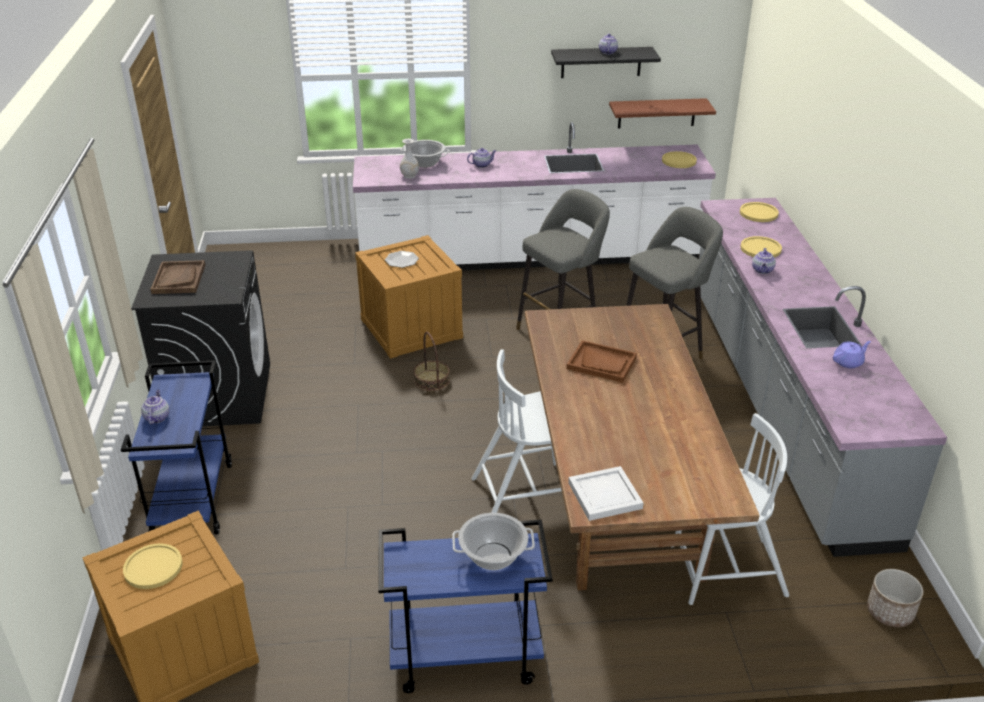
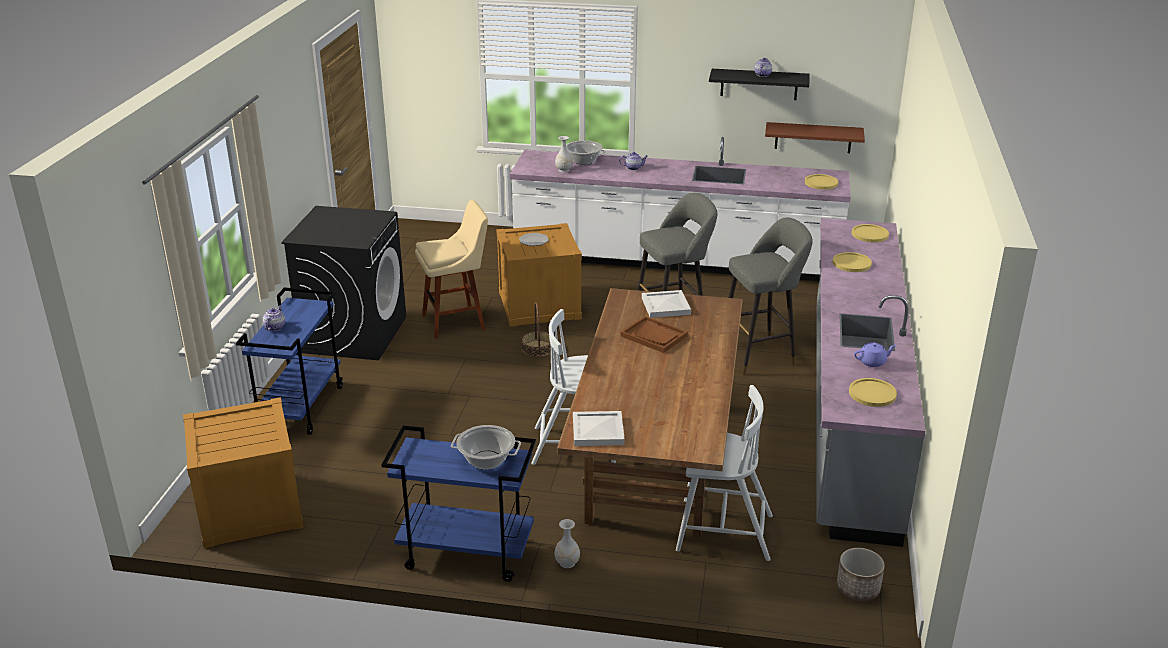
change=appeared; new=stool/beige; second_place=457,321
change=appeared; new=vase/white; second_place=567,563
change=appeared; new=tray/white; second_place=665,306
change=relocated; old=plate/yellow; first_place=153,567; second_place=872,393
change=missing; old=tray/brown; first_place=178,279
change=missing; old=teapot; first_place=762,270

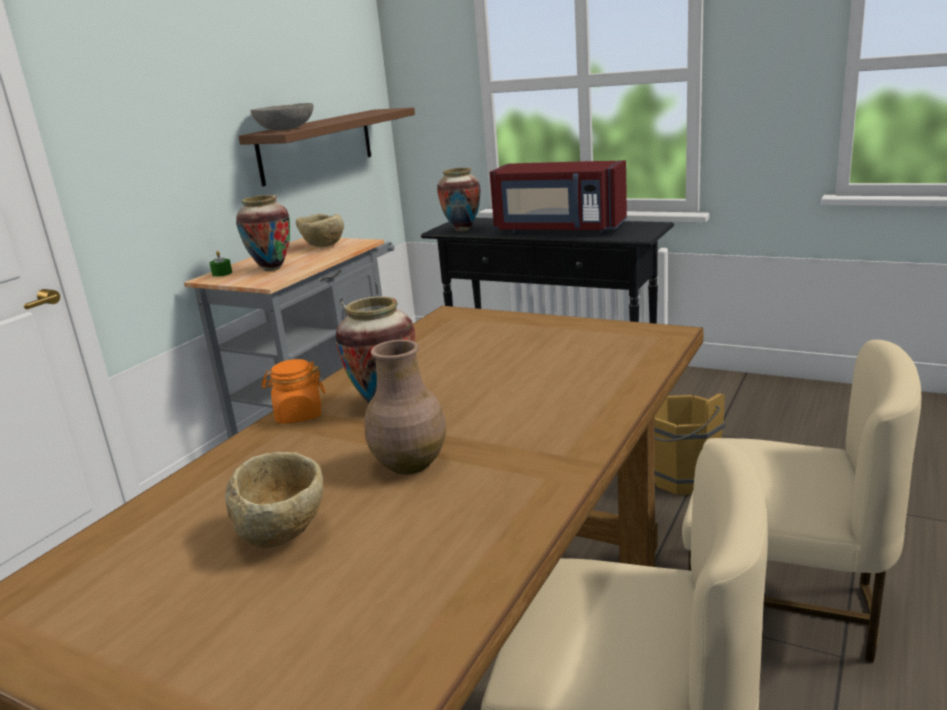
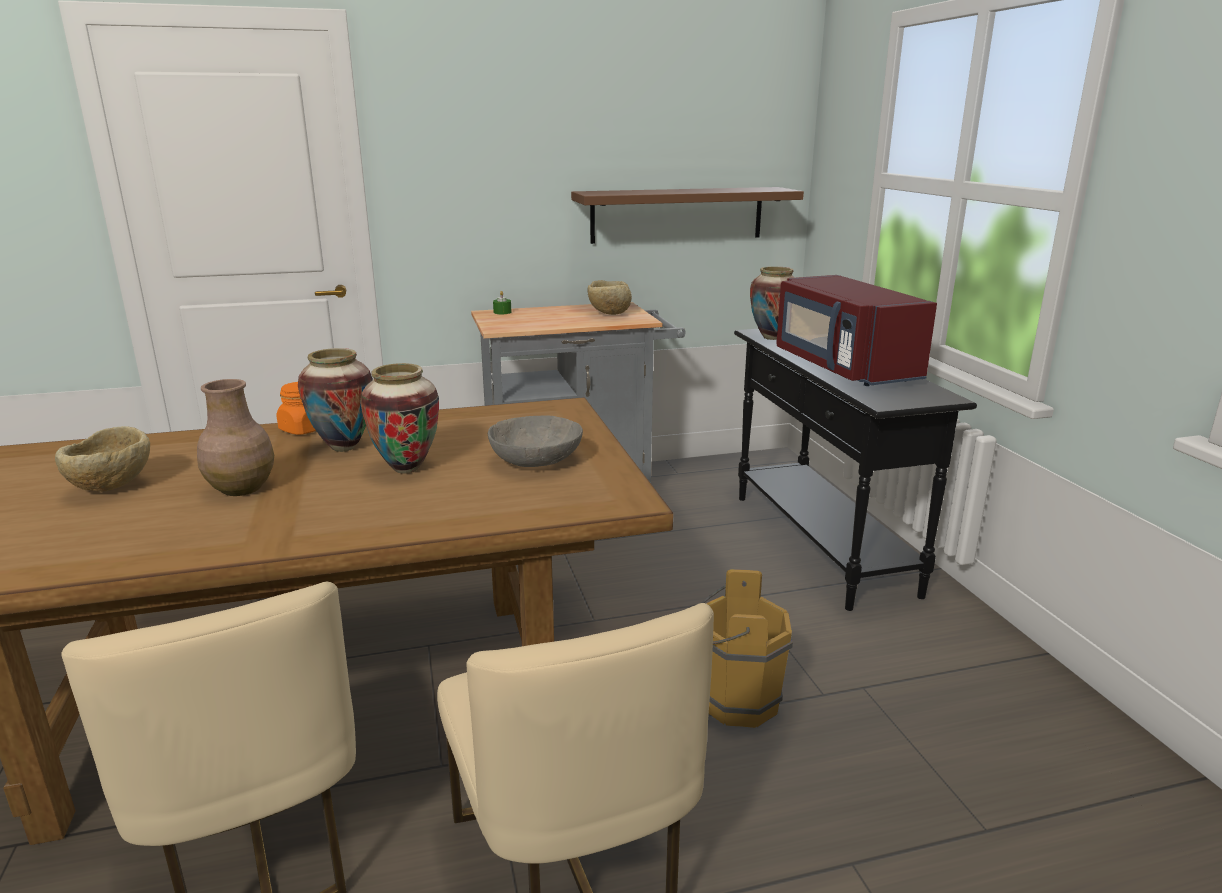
change=relocated; old=vase; first_place=272,269; second_place=406,468
change=relocated; old=bowl/grey; first_place=286,129; second_place=536,461

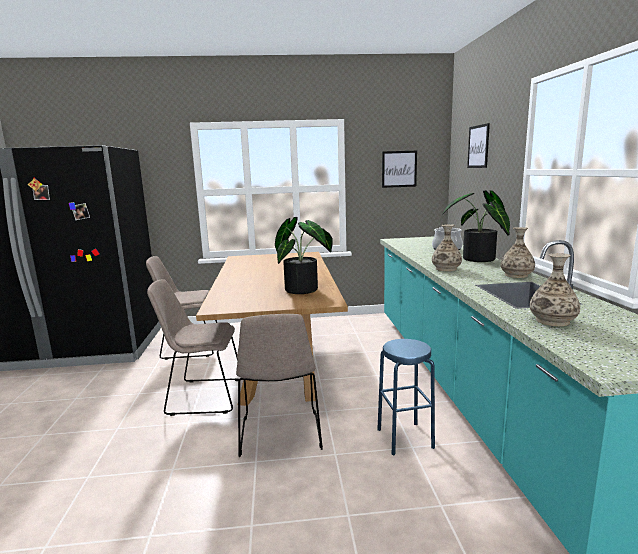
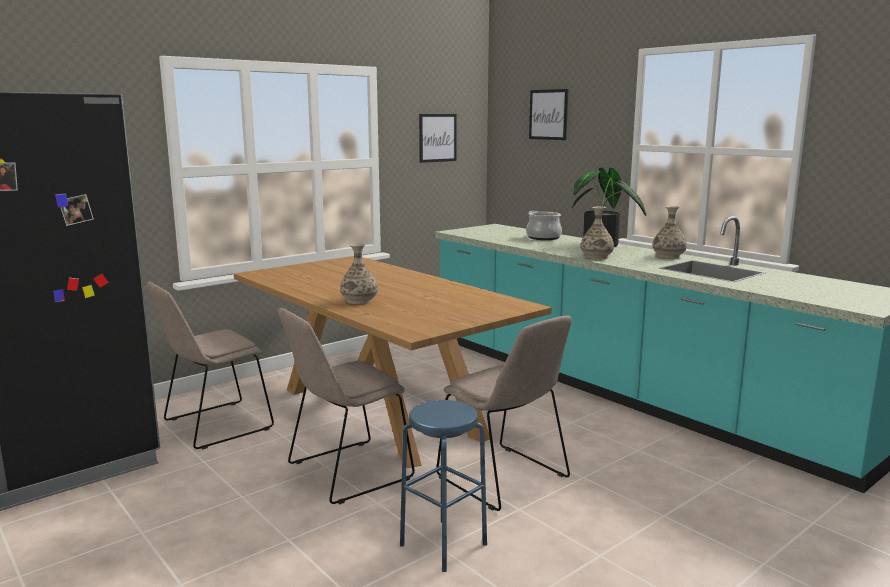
change=relocated; old=vase; first_place=552,320; second_place=359,300
change=relocated; old=stool/blue; first_place=405,438; second_place=443,544
change=missing; old=potted plant; first_place=305,289

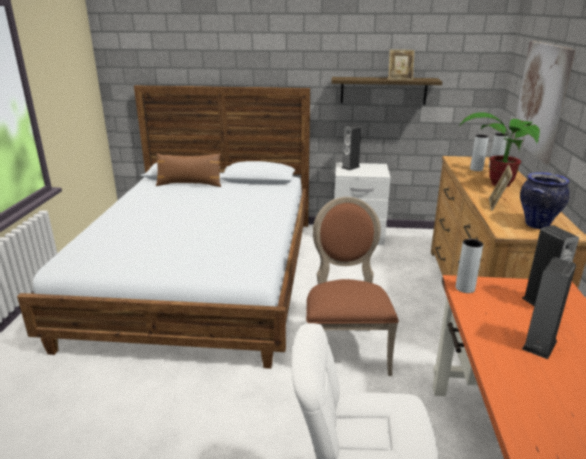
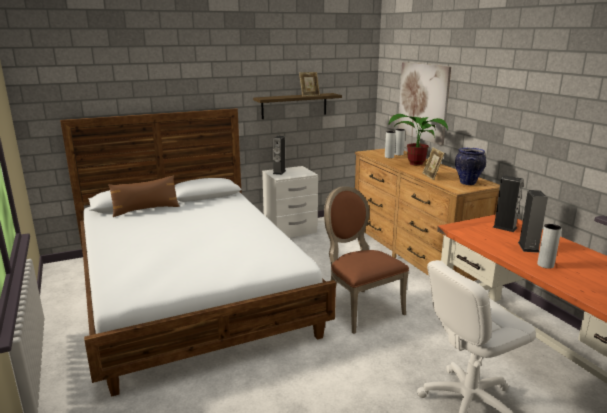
change=relocated; old=vase/grey; first_place=465,288; second_place=545,265

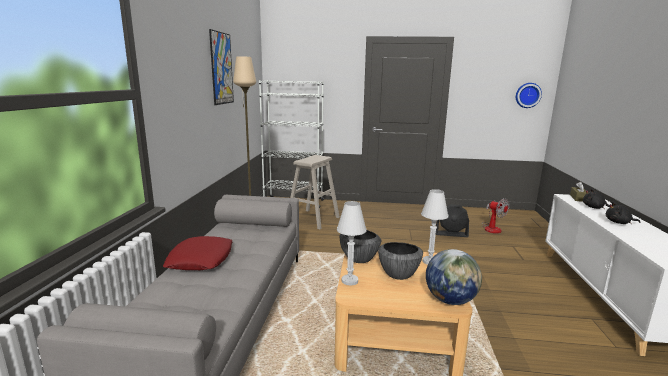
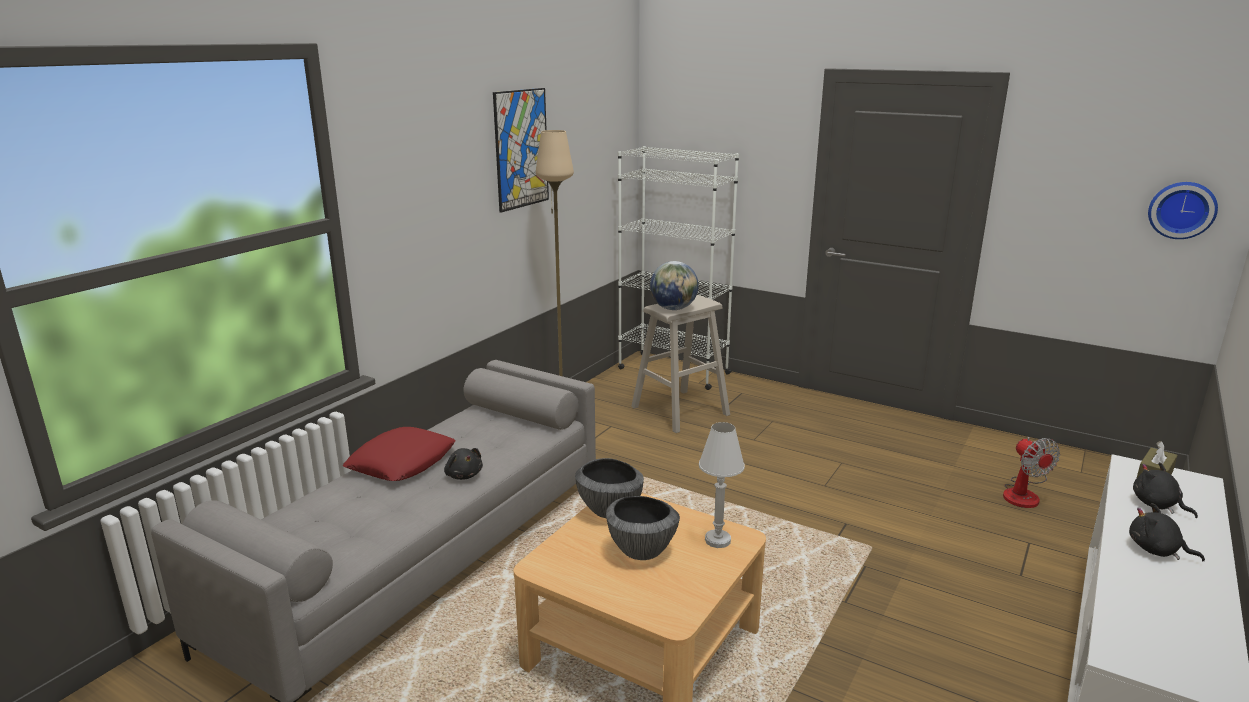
change=appeared; new=plush toy/black; second_place=463,475
change=relocated; old=globe; first_place=450,300; second_place=673,309
change=missing; old=table lamp/white; first_place=349,281
change=missing; old=fan/black; first_place=451,234

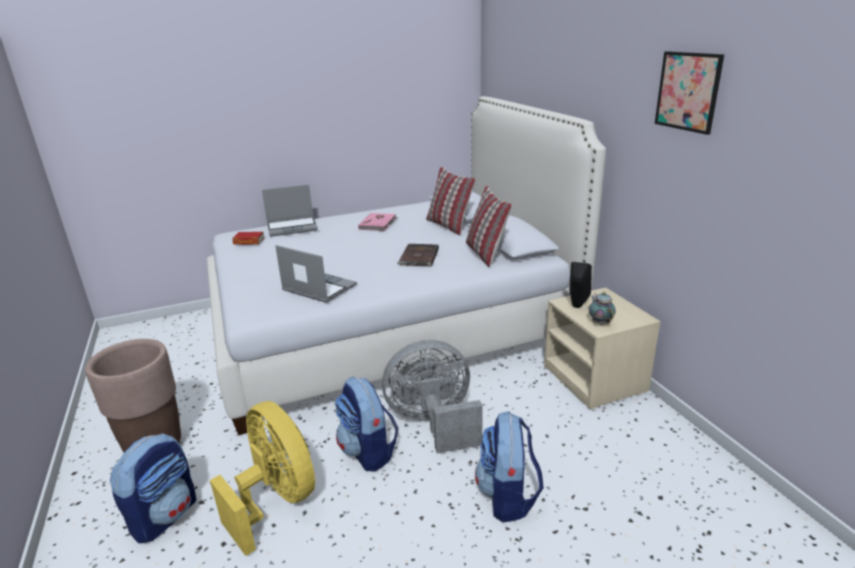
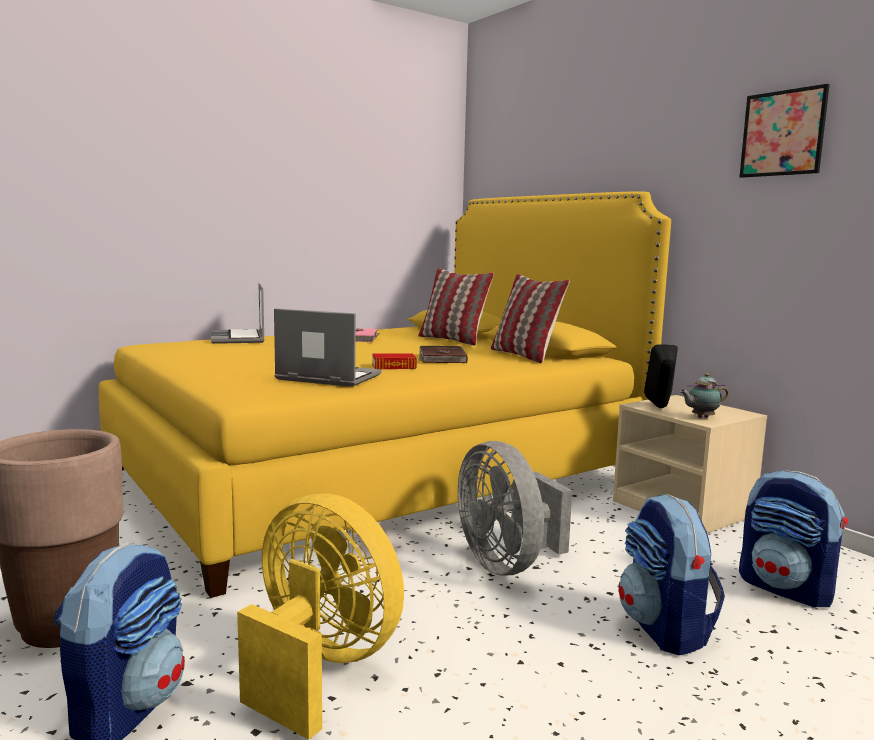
change=colour; old=bed/white; new=bed/yellow; first_place=389,326; second_place=378,475
change=spun; old=laptop; first_place=293,227; second_place=239,338; degrees=105
change=relocated; old=book; first_place=249,241; second_place=394,366
change=spun; old=fan/grey; first_place=433,423; second_place=507,564; degrees=-90
change=spun; old=teapot; first_place=600,323; second_place=701,417; degrees=-75
change=relocated; old=backpack; first_place=368,452; second_place=787,589

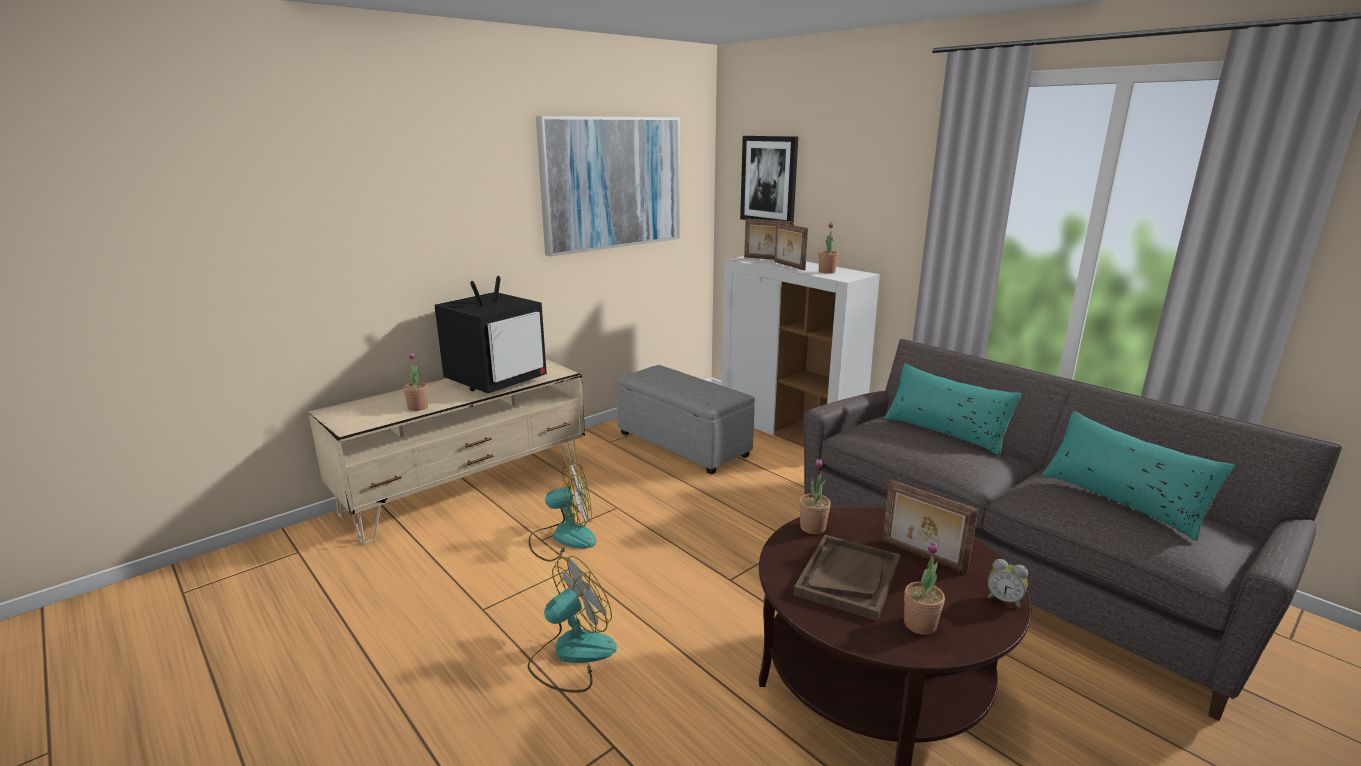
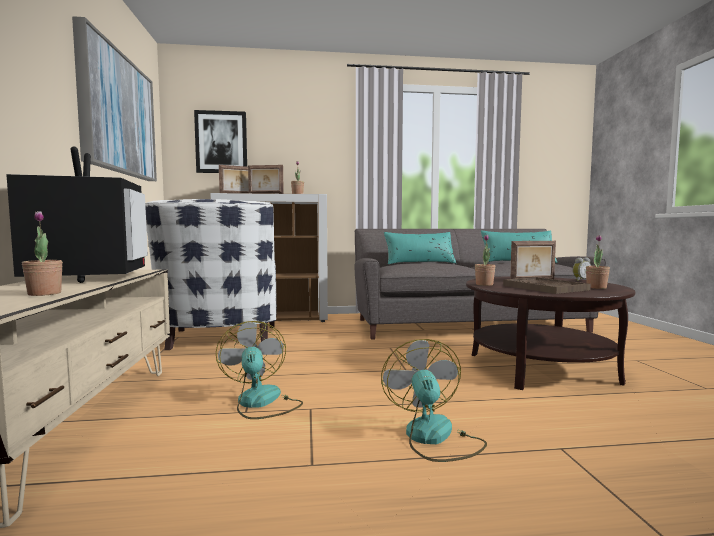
change=exchanged; old=ottoman/grey; new=armchair/white; first_place=682,444; second_place=220,340
change=spun; old=fan; first_place=563,538; second_place=261,403; degrees=-45

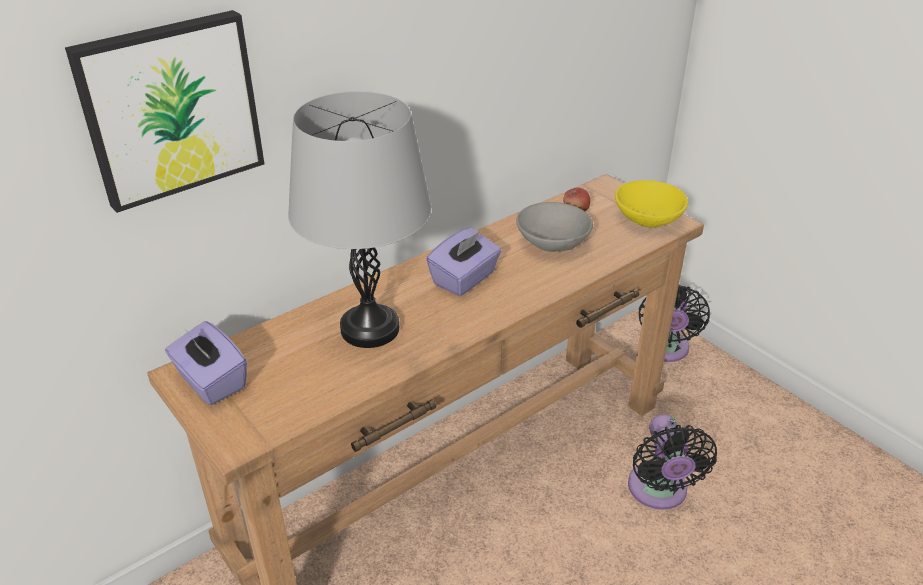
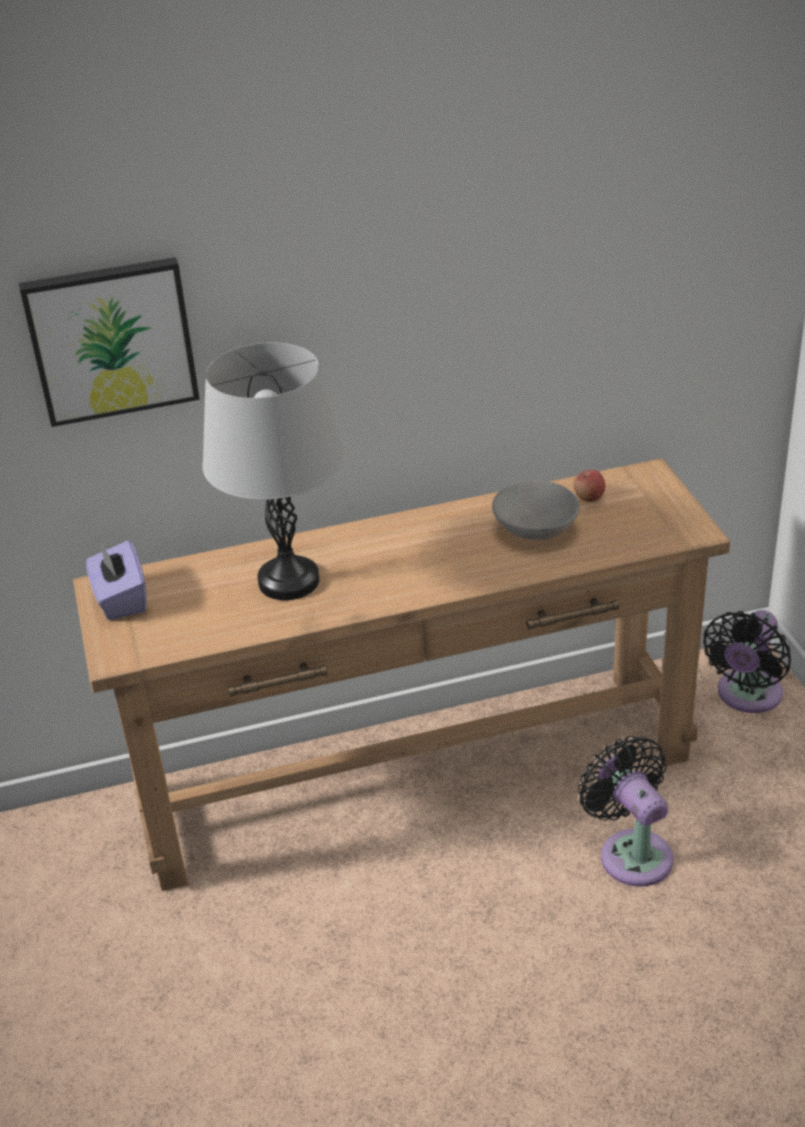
change=spun; old=fan/black; first_place=659,492; second_place=632,852; degrees=135
change=missing; old=tissue box/purple; first_place=464,279
change=missing; old=bowl/yellow; first_place=647,219

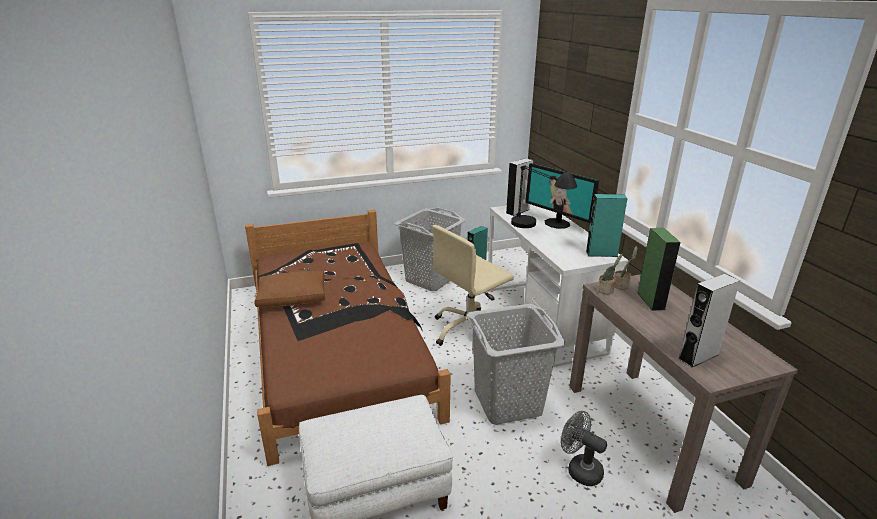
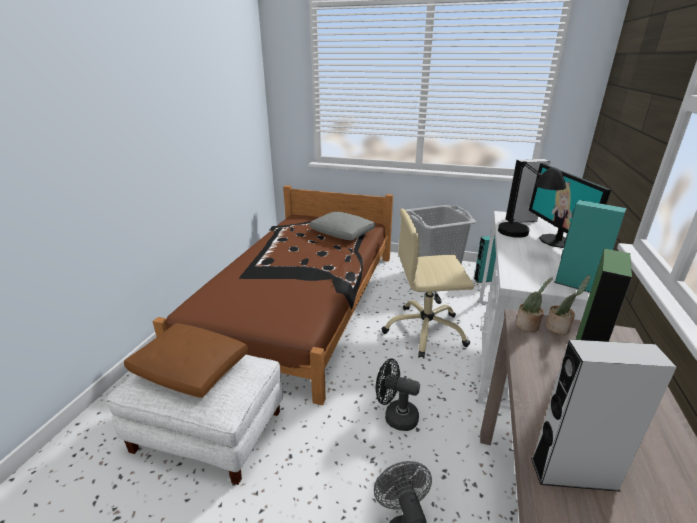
change=relocated; old=pillow/brown; first_place=293,298; second_place=191,369
change=appeared; new=pillow/grey; second_place=342,233
change=exchanged; old=laundry basket/grey; new=fan/black; first_place=508,403; second_place=395,416

